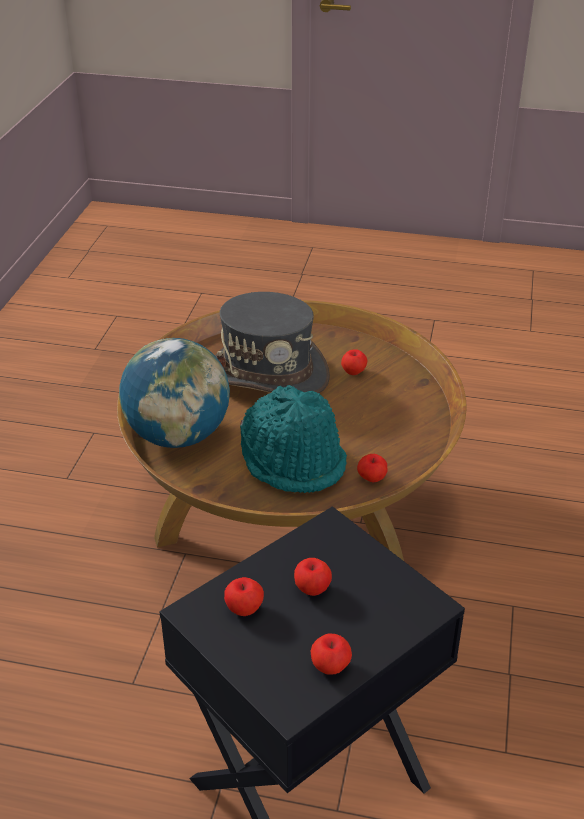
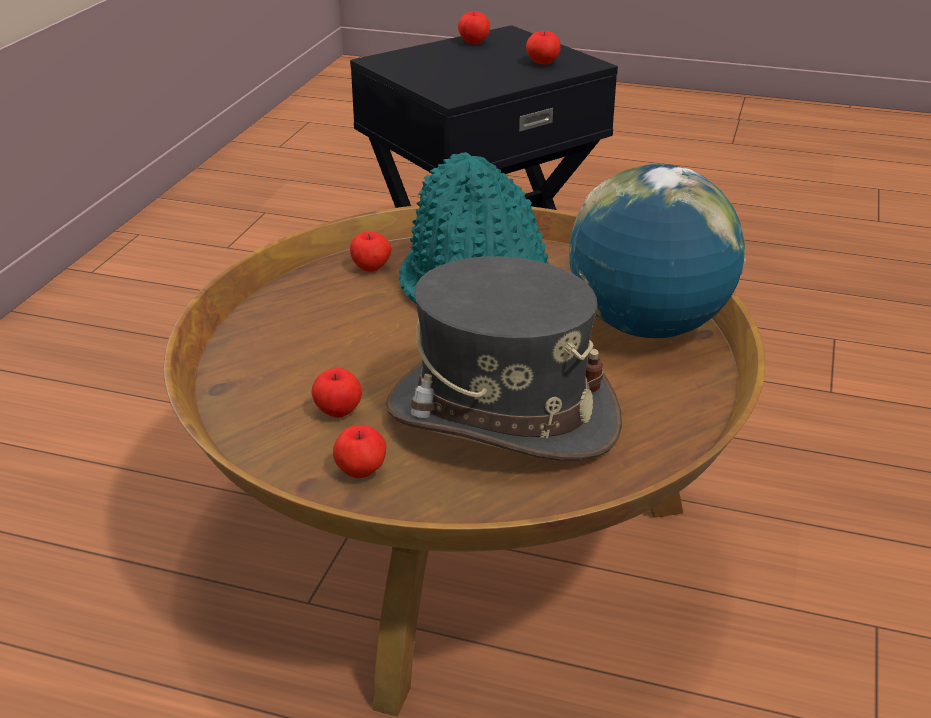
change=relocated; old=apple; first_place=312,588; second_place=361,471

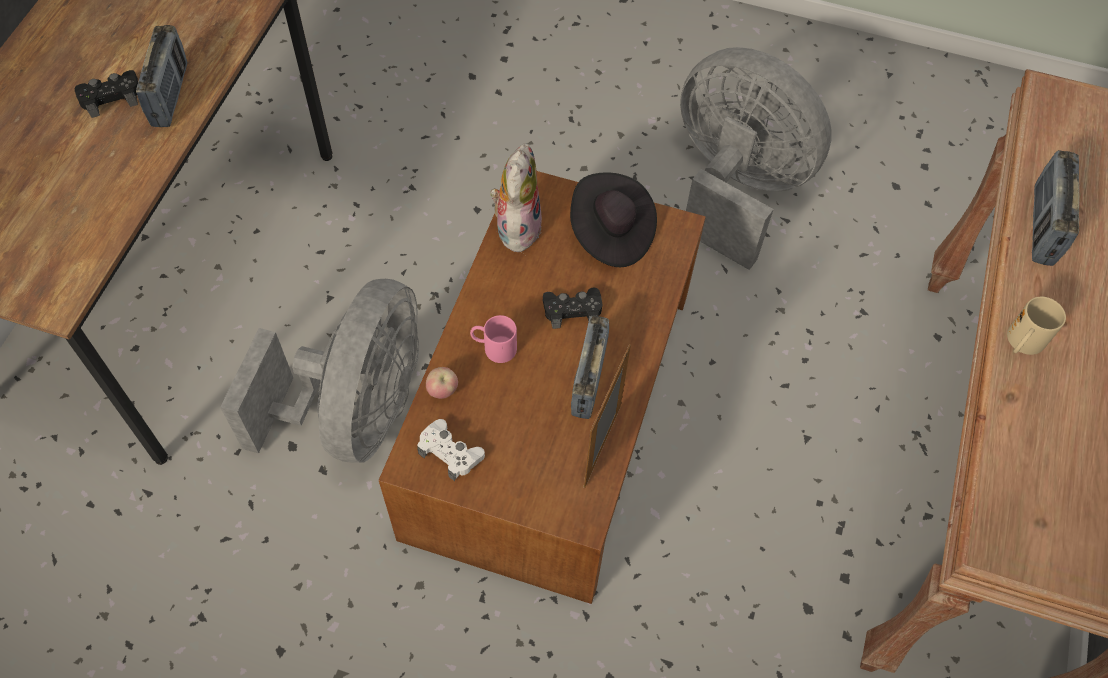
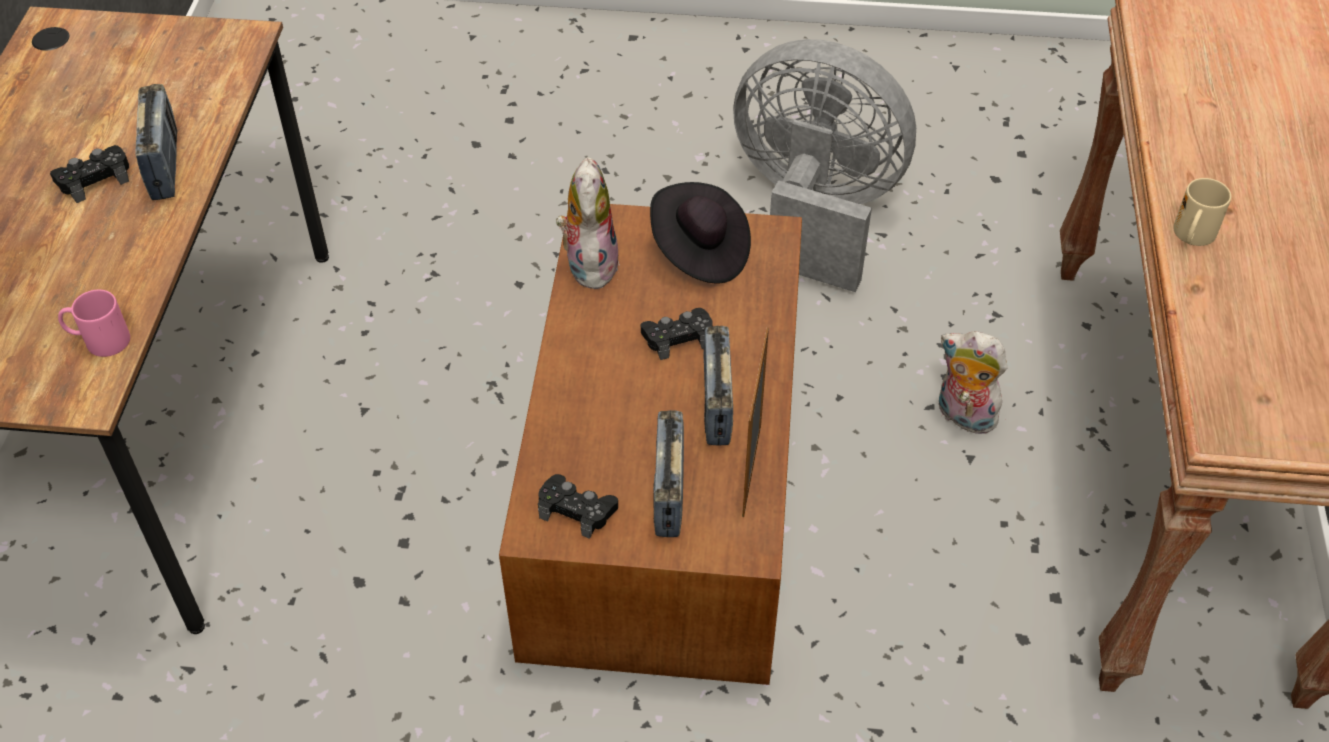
change=relocated; old=mug/pink; first_place=493,348; second_place=98,341
change=colour; old=game controller/white; new=game controller/black; first_place=450,453; second_place=576,510
change=relocated; old=radio; first_place=1042,226; second_place=668,493
change=appeared; new=plush toy; second_place=962,416
change=missing; old=fan/grey; first_place=357,412
change=missing; old=apple; first_place=442,390

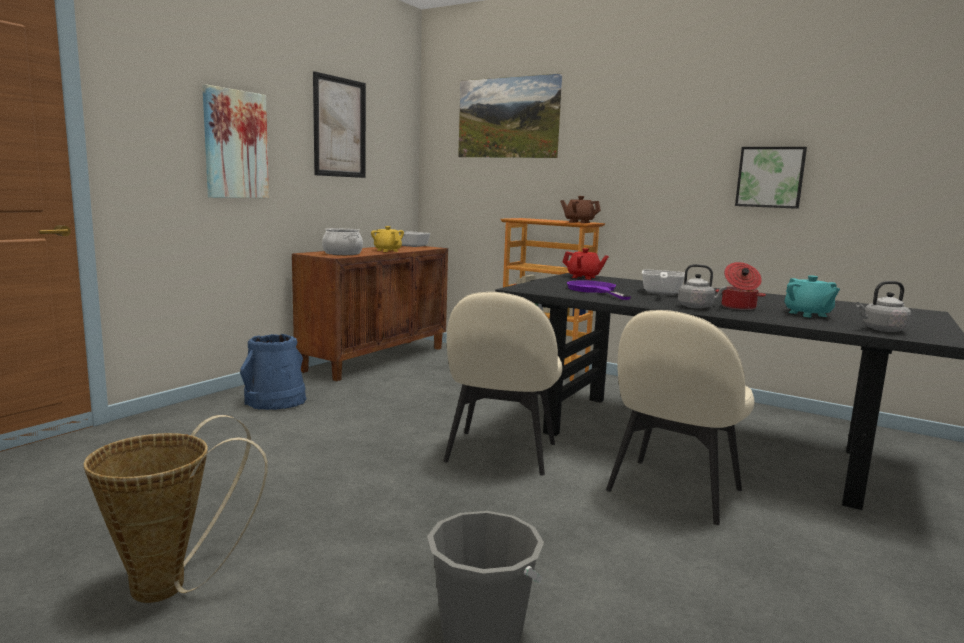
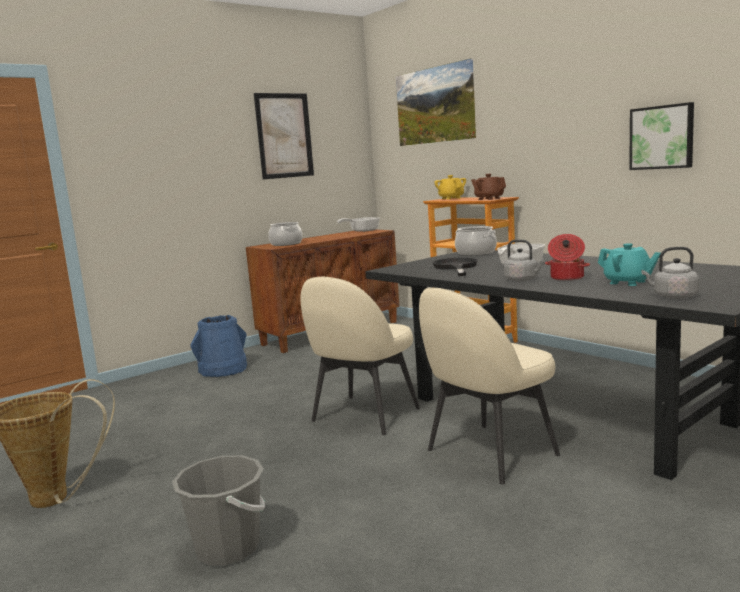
change=colour; old=frying pan/purple; new=frying pan/black; first_place=595,291; second_place=456,267
change=relocated; old=teapot/yellow; first_place=387,251; second_place=451,198
change=exchanged; old=teapot/red; new=cooking pot; first_place=583,277; second_place=475,253
change=spun; old=teapot/turquoise; first_place=807,314; second_place=627,282; degrees=-45
change=missing; old=picture; first_place=235,144

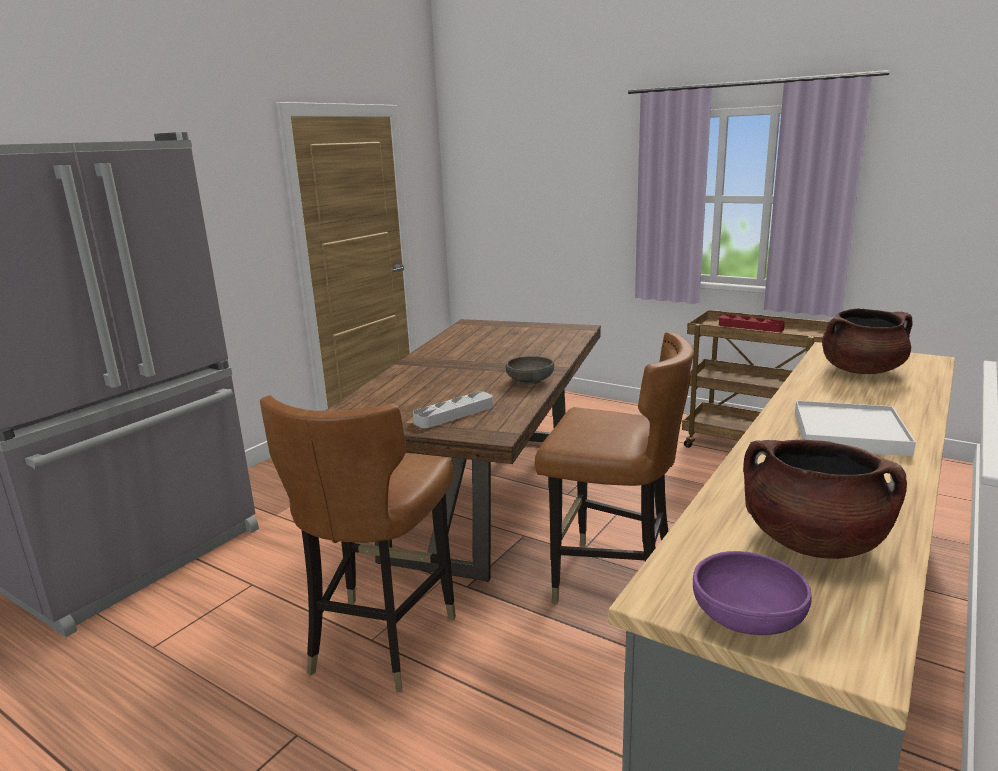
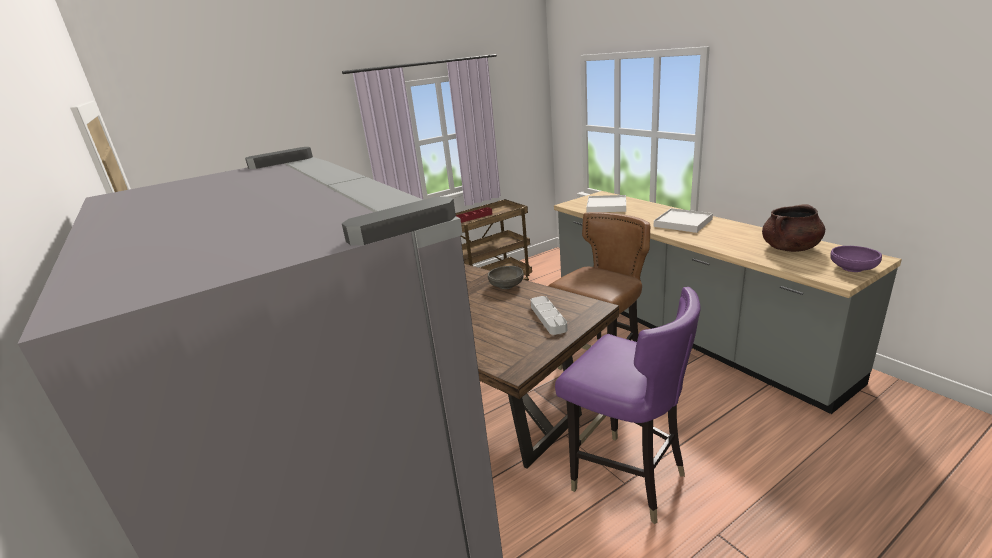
change=colour; old=chair/brown; new=chair/purple; first_place=380,640; second_place=627,478
change=exchanged; old=cooking pot/brown; new=tray/white; first_place=862,370; second_place=606,206

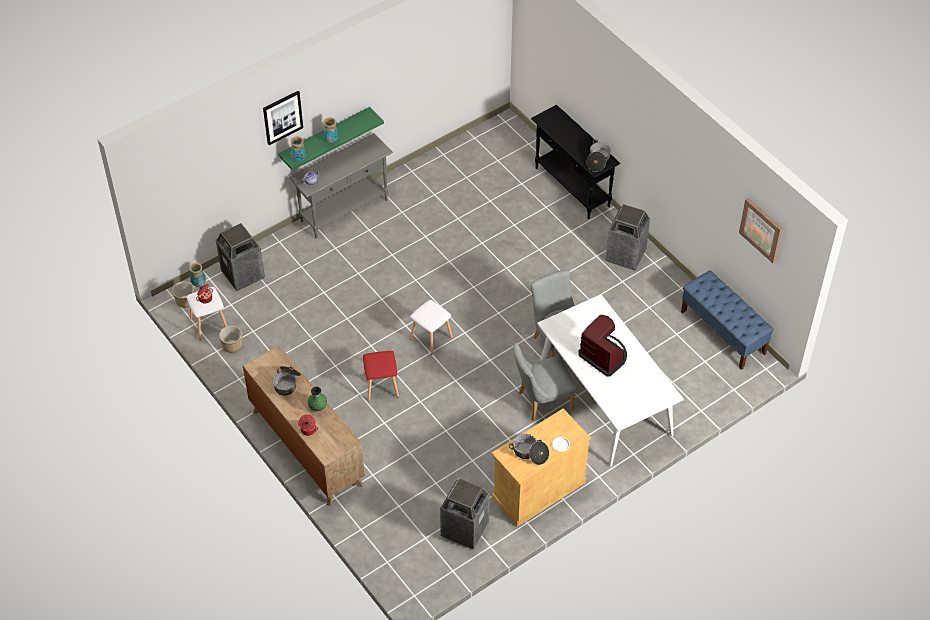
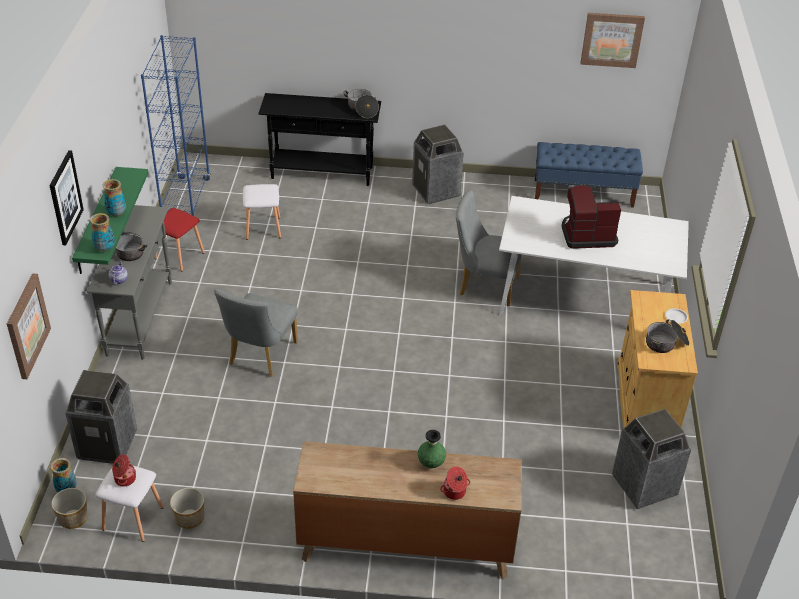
change=appeared; new=picture; second_place=27,326
change=relocated; old=cooking pot; first_place=287,383; second_place=128,250
change=appeared; new=bookcase/blue; second_place=186,200
change=relocated; old=stool/red; first_place=380,386; second_place=178,255
change=relocated; old=chair/grey; first_place=541,402; second_place=260,356
change=relocated; old=stool/white; first_place=430,337; second_place=262,228

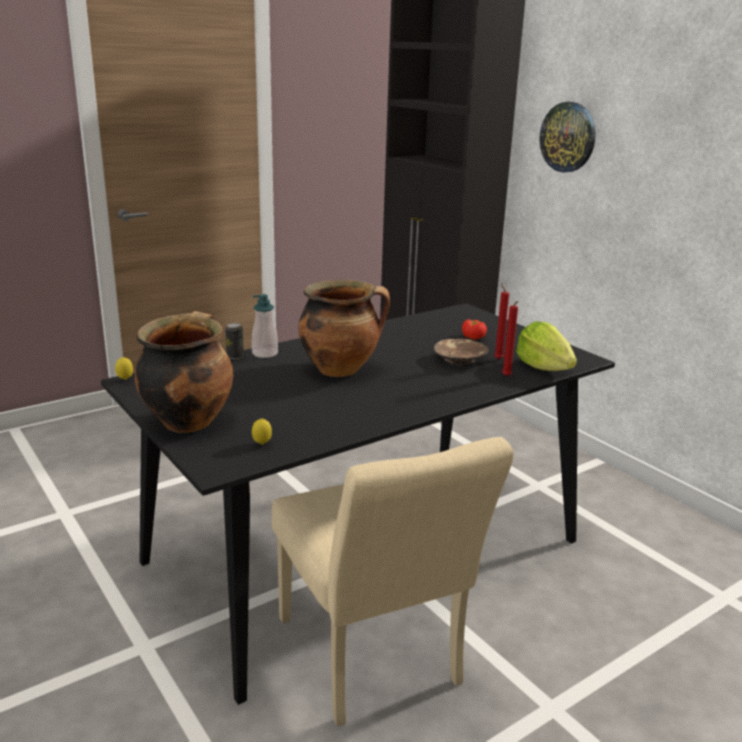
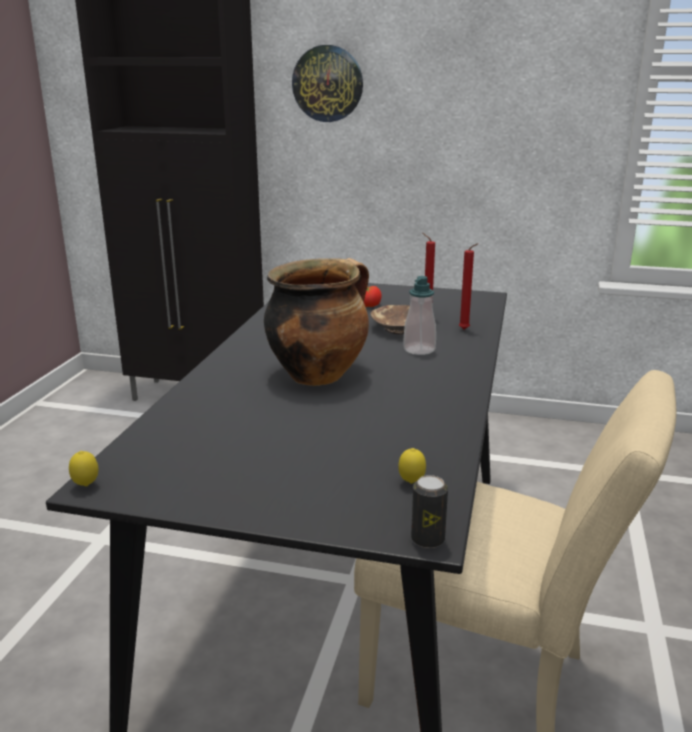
change=relocated; old=soap dispenser; first_place=265,353; second_place=419,349
change=relocated; old=can; first_place=235,356; second_place=427,539
change=missing; old=cooking pot; first_place=188,420
change=missing; old=lettuce; first_place=544,368

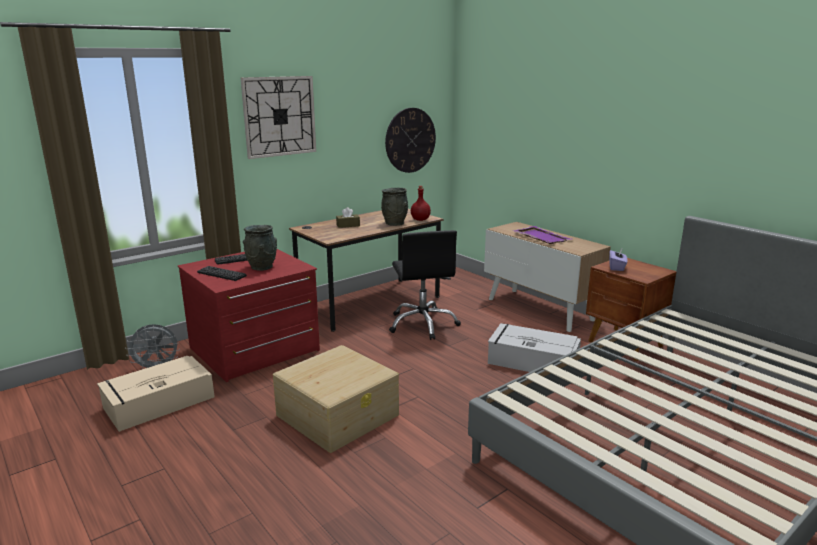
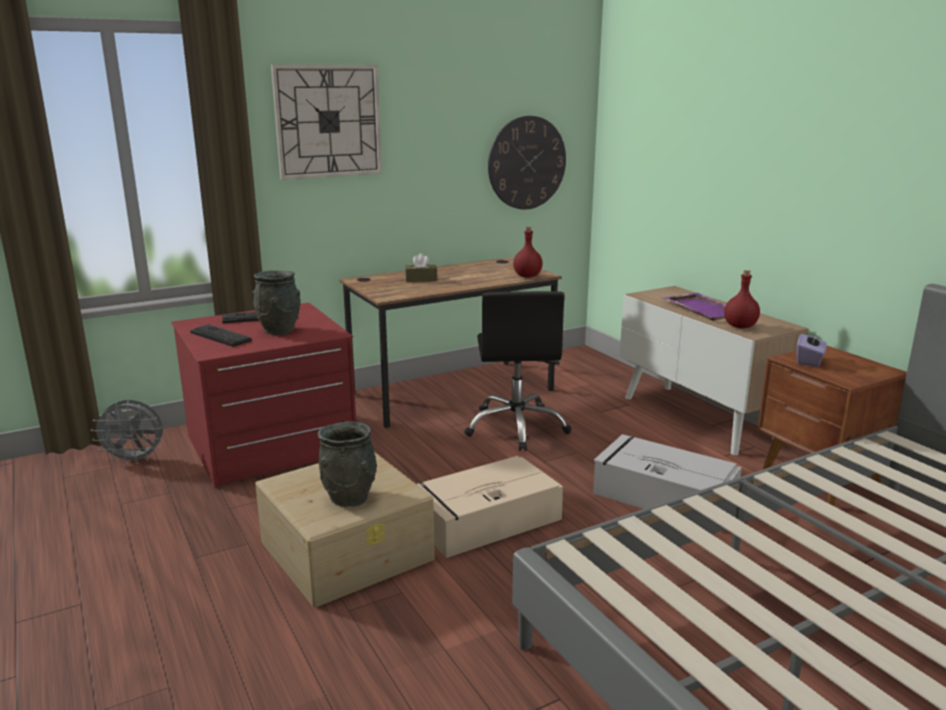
change=relocated; old=vase/grey; first_place=395,223; second_place=350,497
change=relocated; old=storage box/beige; first_place=157,403; second_place=484,521
change=appeared; new=bottle/red; second_place=740,326

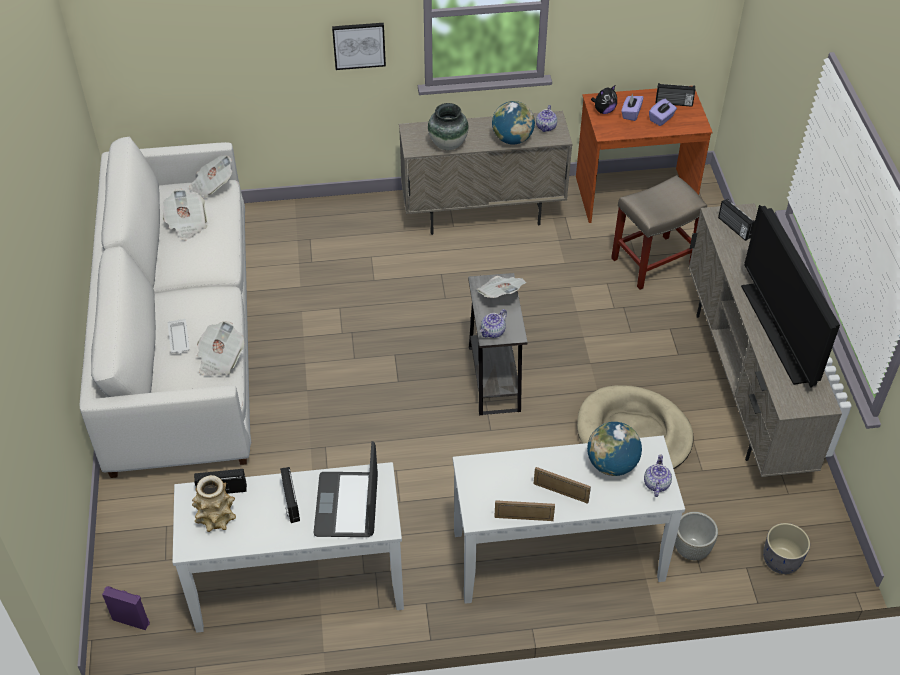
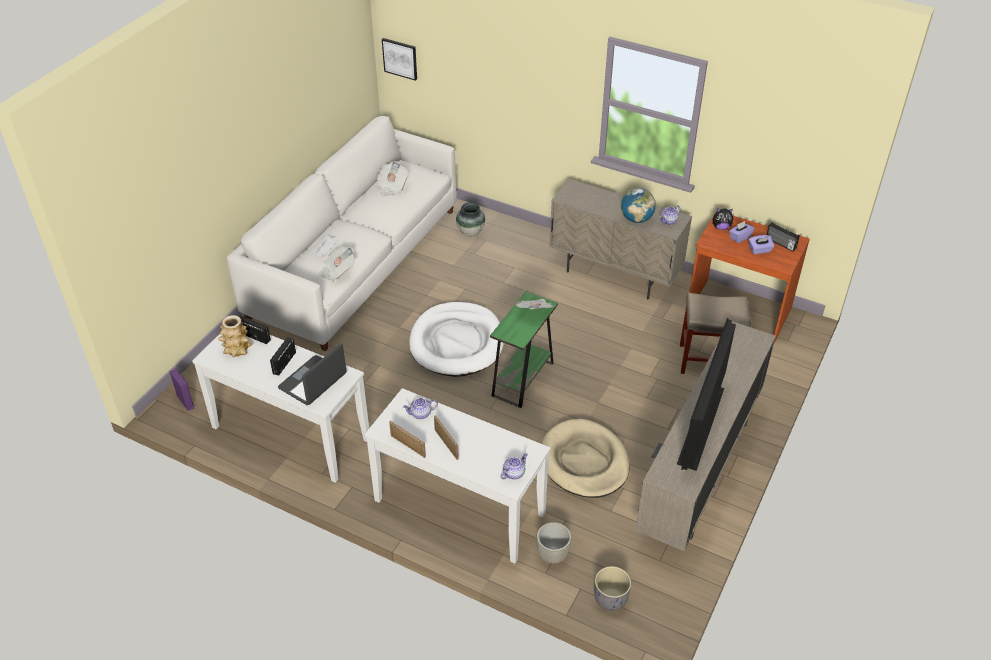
change=relocated; old=picture; first_place=359,45; second_place=400,58
change=relocated; old=teapot; first_place=493,332; second_place=420,414
change=appeared; new=dog bed/white; second_place=457,343
change=relocated; old=vase; first_place=447,144; second_place=470,232
change=colour; old=side table/grey; new=side table/green; first_place=494,379; second_place=522,379
change=missing; old=newspaper; first_place=212,185
change=missing; old=globe; first_place=612,464
change=missing; old=radio; first_place=733,228

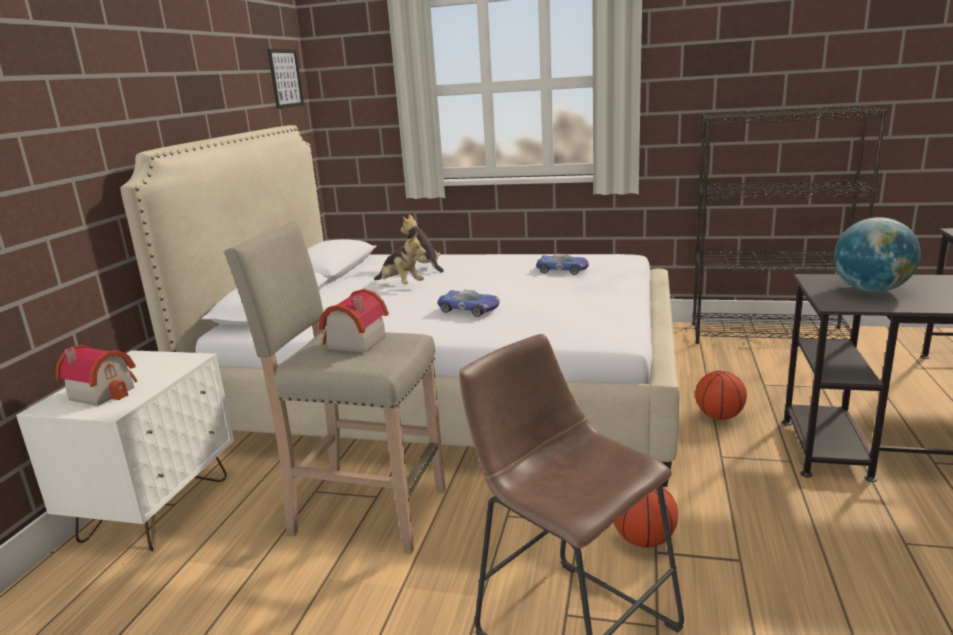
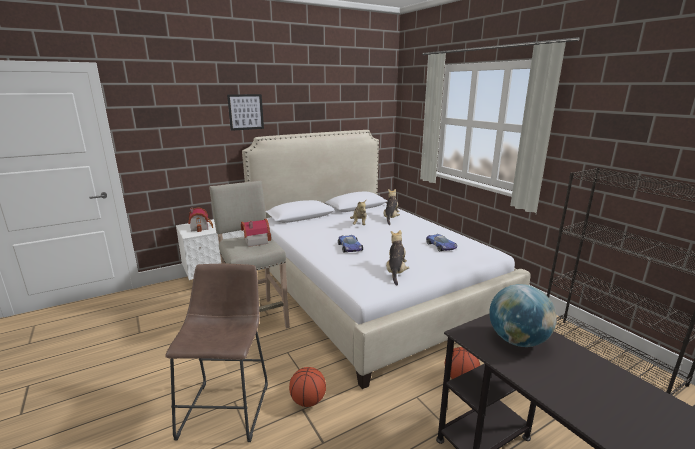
change=relocated; old=picture; first_place=285,78; second_place=245,112
change=appeared; new=plush toy; second_place=396,272

